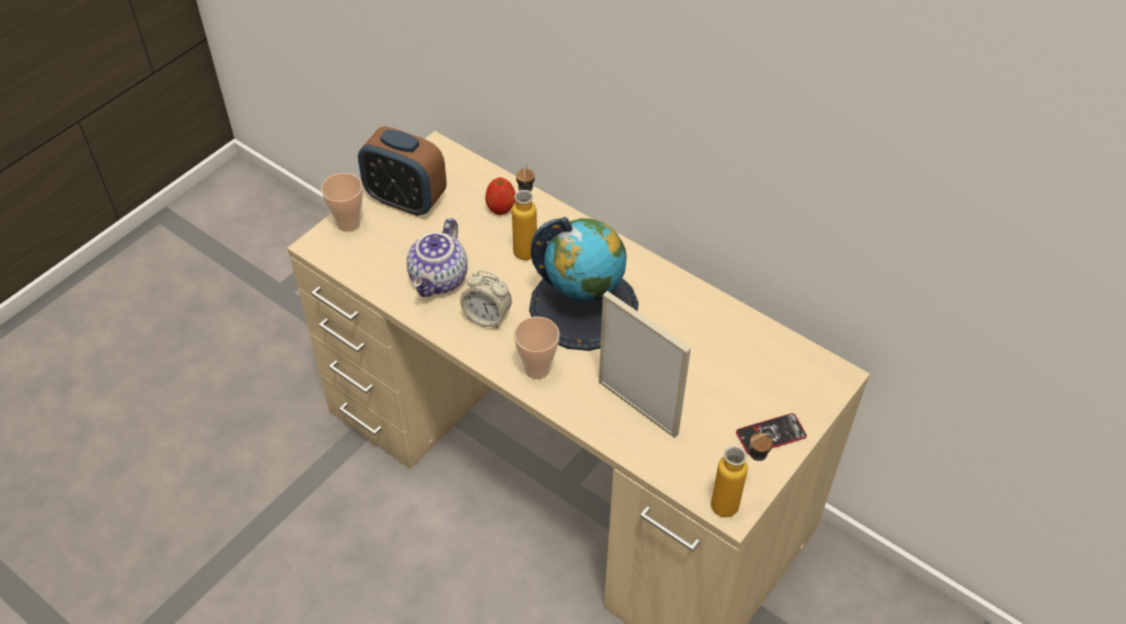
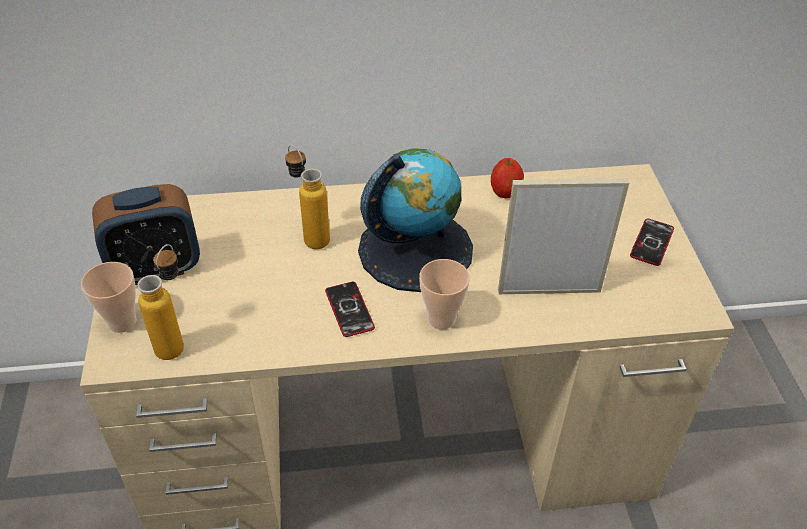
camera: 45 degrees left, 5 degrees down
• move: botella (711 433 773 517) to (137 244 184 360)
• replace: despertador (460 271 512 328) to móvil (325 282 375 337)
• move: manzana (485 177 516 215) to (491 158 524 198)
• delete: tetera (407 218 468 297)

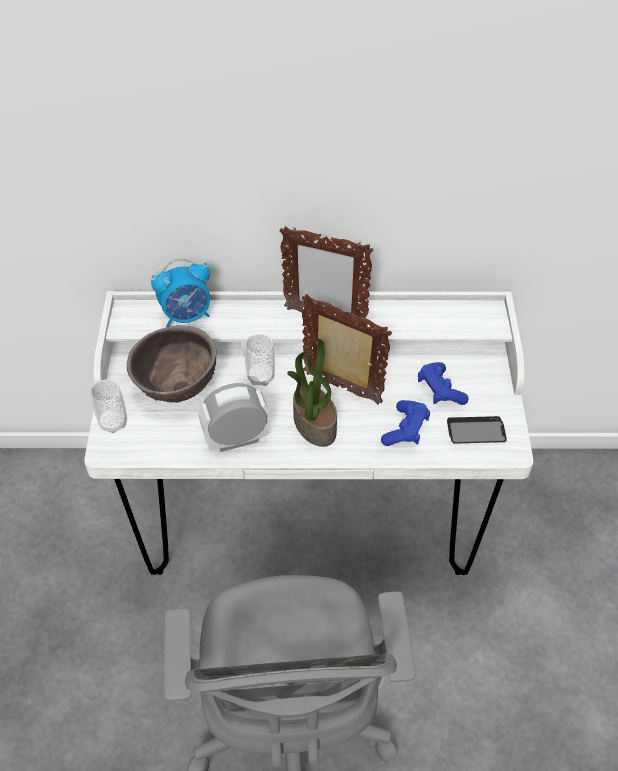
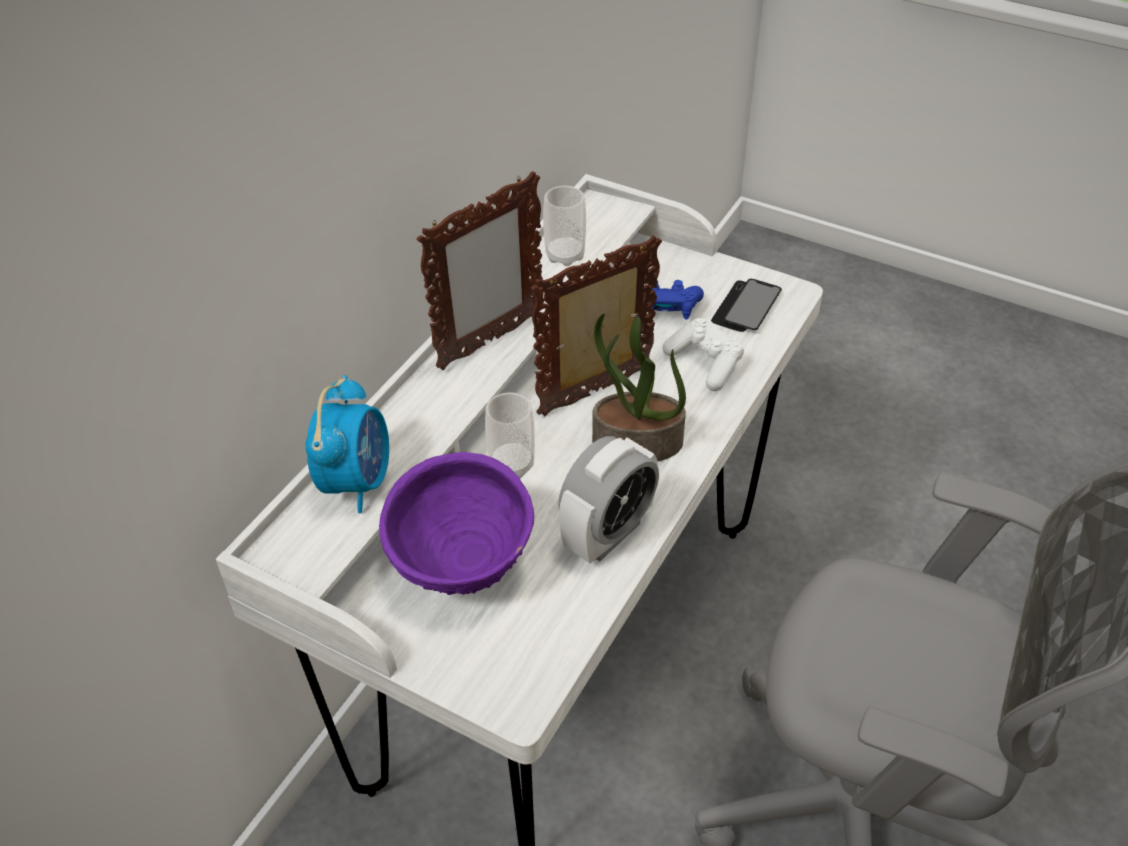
camera: 60 degrees left, 5 degrees down
• recolor: cuenco [marrón] (127 325 217 403) to cuenco [morado] (379 452 534 595)
• move: taza (90 379 127 433) to (543 186 586 266)
• rotate: despertador (199 383 271 452) = (558 436 659 563) 150 degrees counterclockwise
• recolor: mando de consola [azul] (381 400 430 446) to mando de consola [blanco] (663 318 744 391)

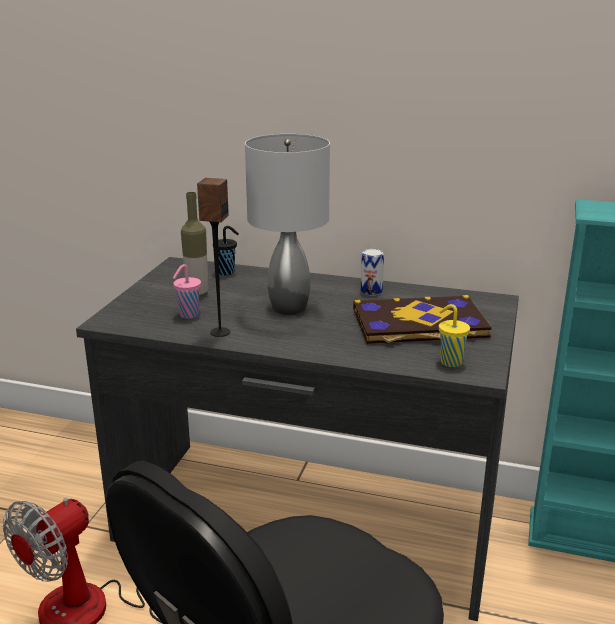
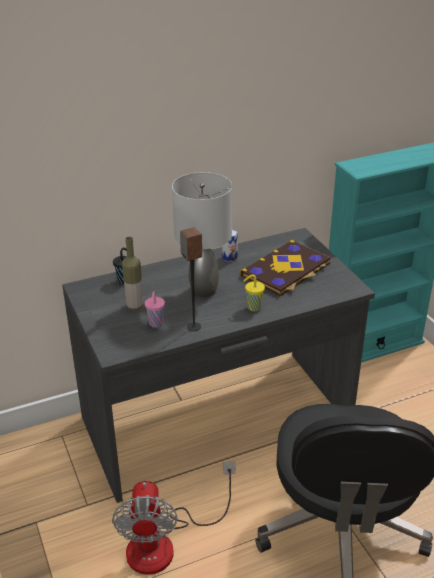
camera: 40 degrees left, 10 degrees up
• move: taza [amarillo] (439 304 470 367) to (243 275 265 311)

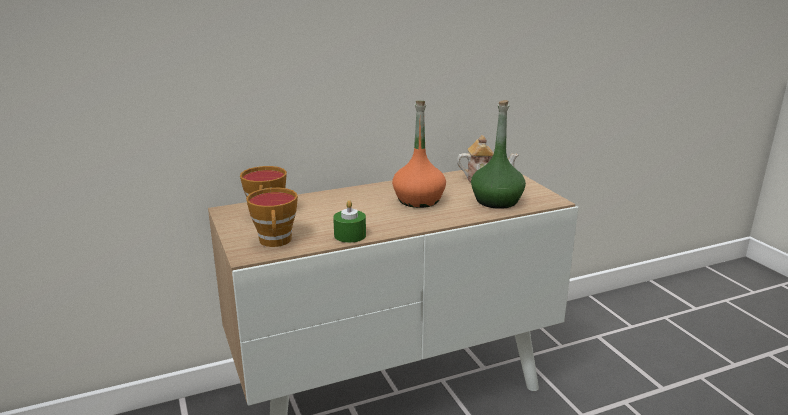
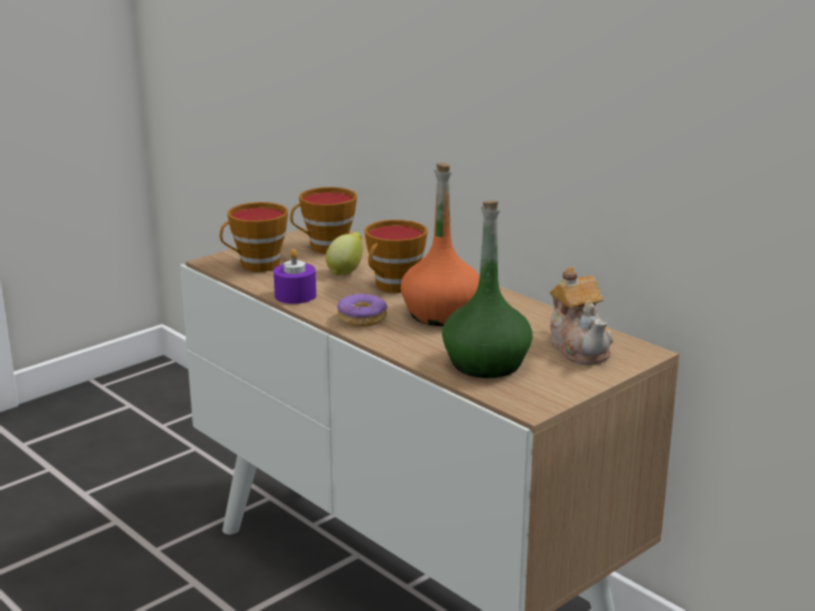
camera: 70 degrees right, 0 degrees up
• recolor: vela [verde] (333 200 366 243) to vela [morado] (274 249 316 304)
• insert: limón (326 232 363 275)
• insert: rosquilla (337 294 388 327)
• insert: taza (364 220 428 293)

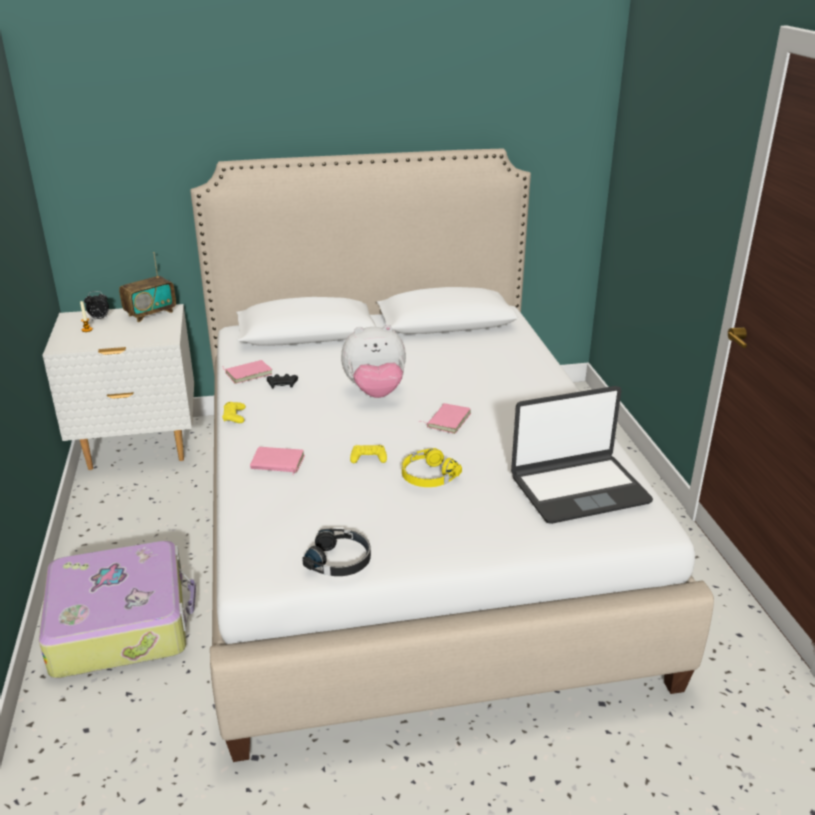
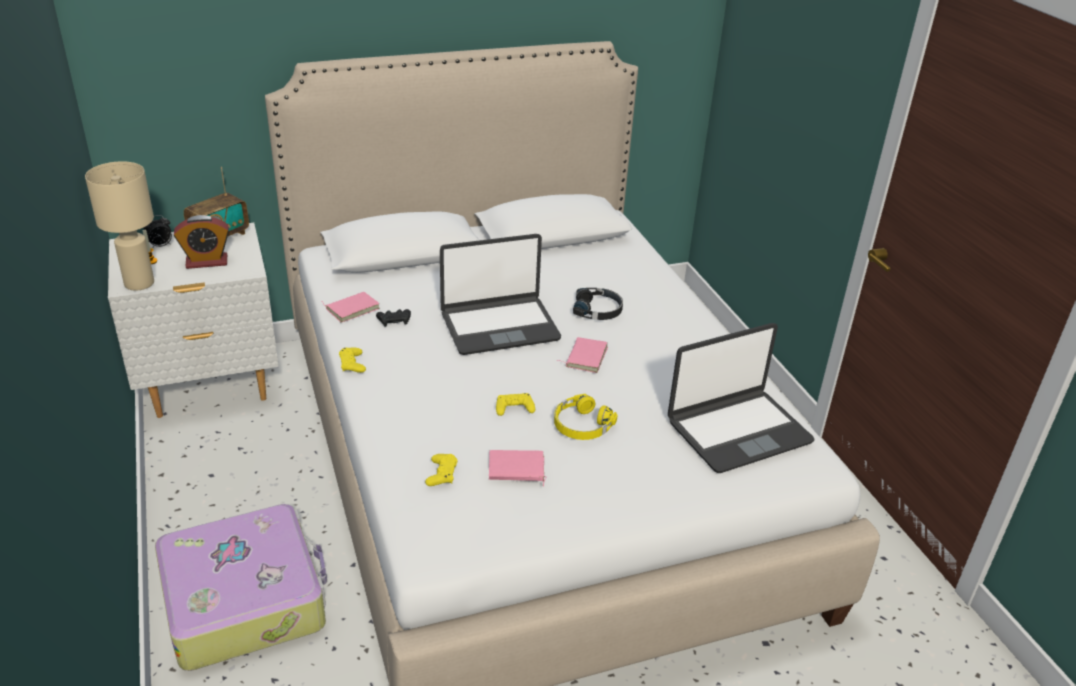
camera: 10 degrees left, 5 degrees up
• insert: lámpara de mesa [beis] (85 161 154 291)
• insert: despertador (174 215 229 269)
• insert: mando de consola [amarillo] (425 454 457 486)
• replace: peluche (341 325 406 398) to portátil (440 234 561 355)
• move: libro [rosa] (250 447 305 475) to (489 450 547 486)
• move: auriculares [negro] (302 528 371 576) to (573 288 623 320)

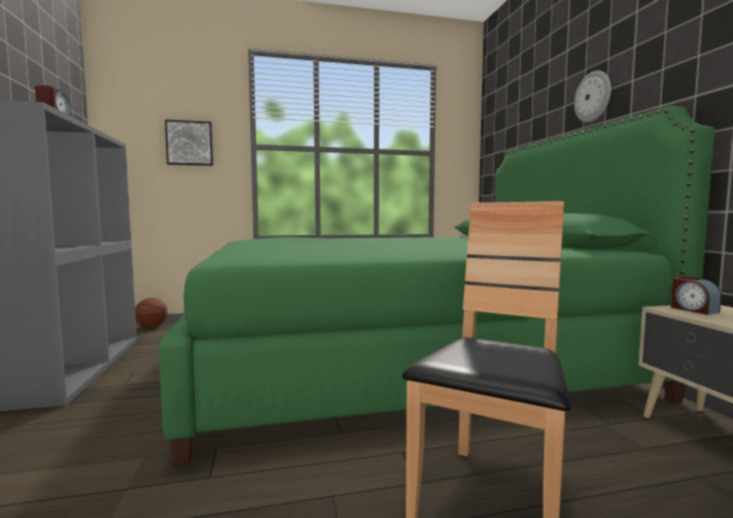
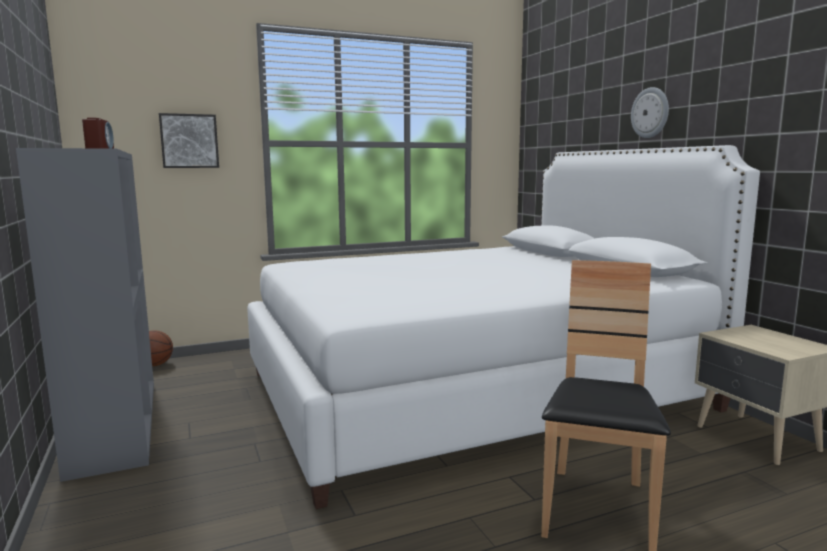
camera: 10 degrees left, 5 degrees up
• recolor: cama [verde] (158 106 715 466) to cama [blanco] (247 145 760 509)
• delete: despertador (671 276 721 315)

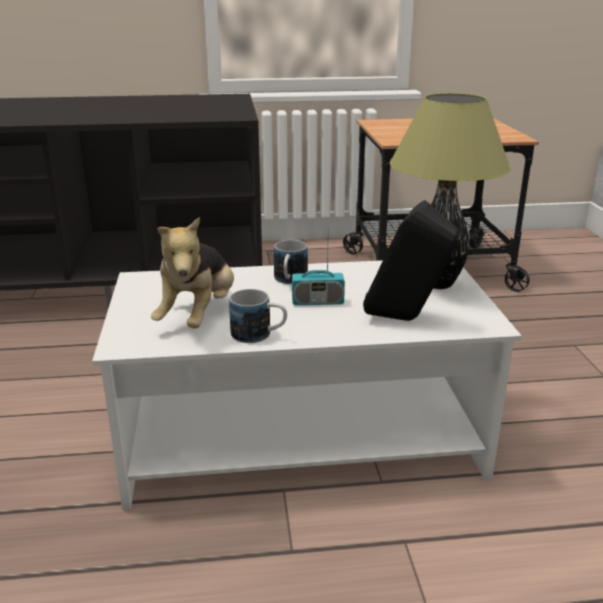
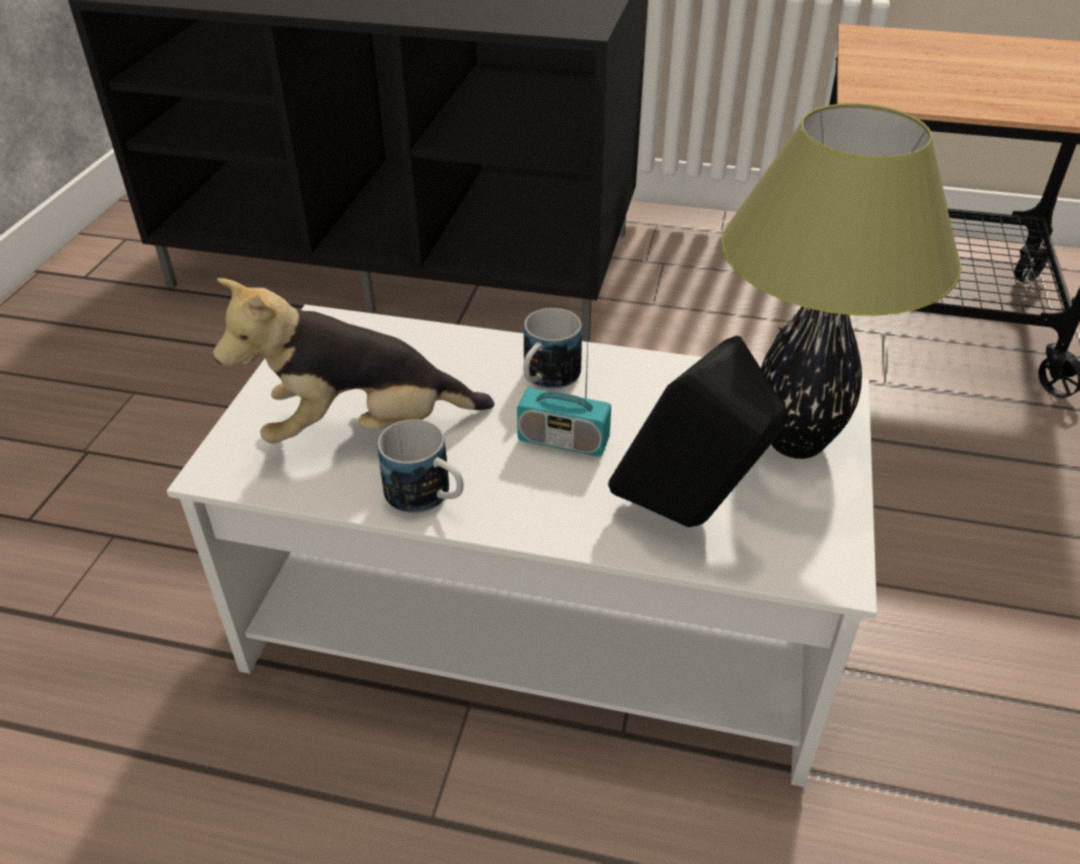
camera: 20 degrees right, 15 degrees up
• rotate: peluche (151 218 234 329) = (213 278 494 443) 45 degrees clockwise

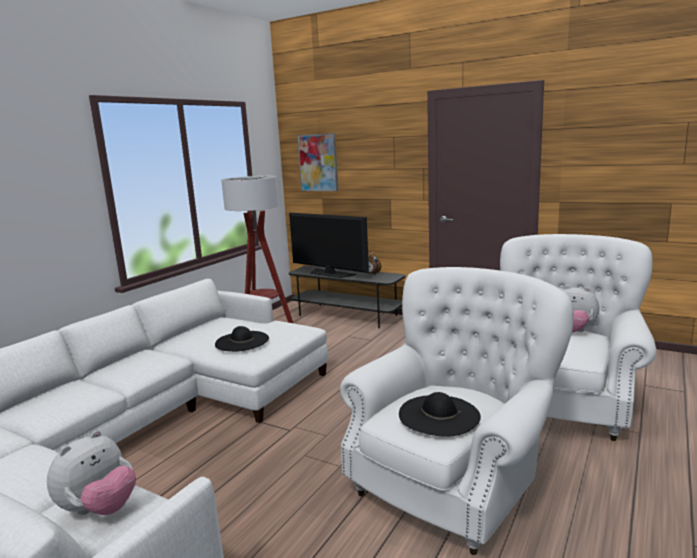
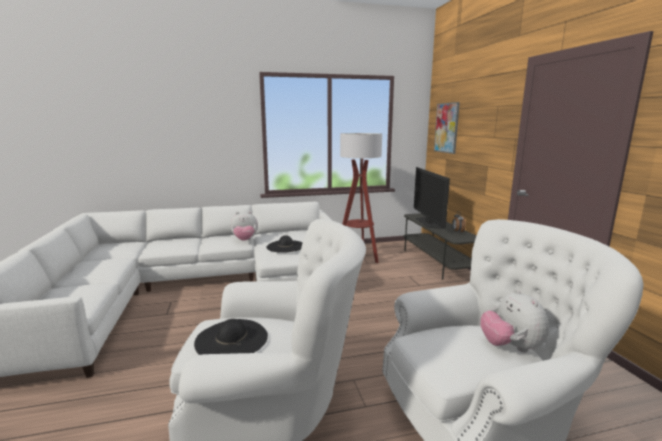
camera: 45 degrees right, 0 degrees up
• move: peluche (47 430 136 515) to (230 211 258 241)

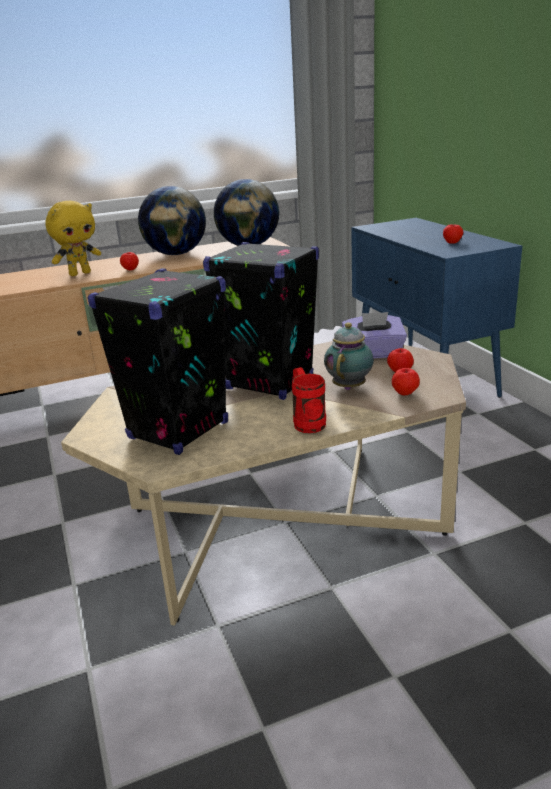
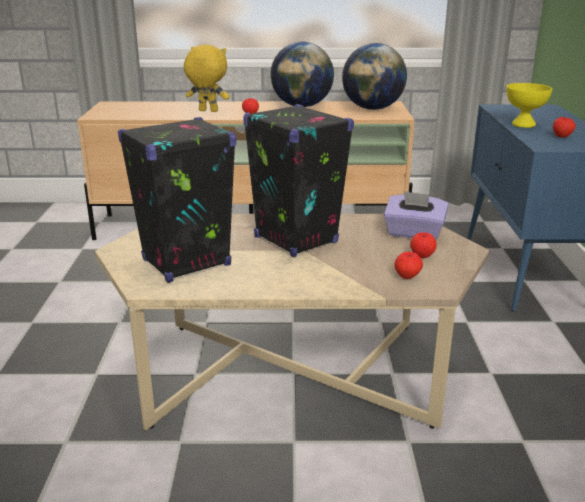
camera: 20 degrees right, 0 degrees up
• rotate: peluche [amarillo] (45 201 101 276) = (184 44 229 112) 150 degrees counterclockwise
• insert: cuenco [amarillo] (506 83 552 128)
• delete: taza grande [rojo] (292 367 326 433)
• delete: tetera (324 322 374 390)

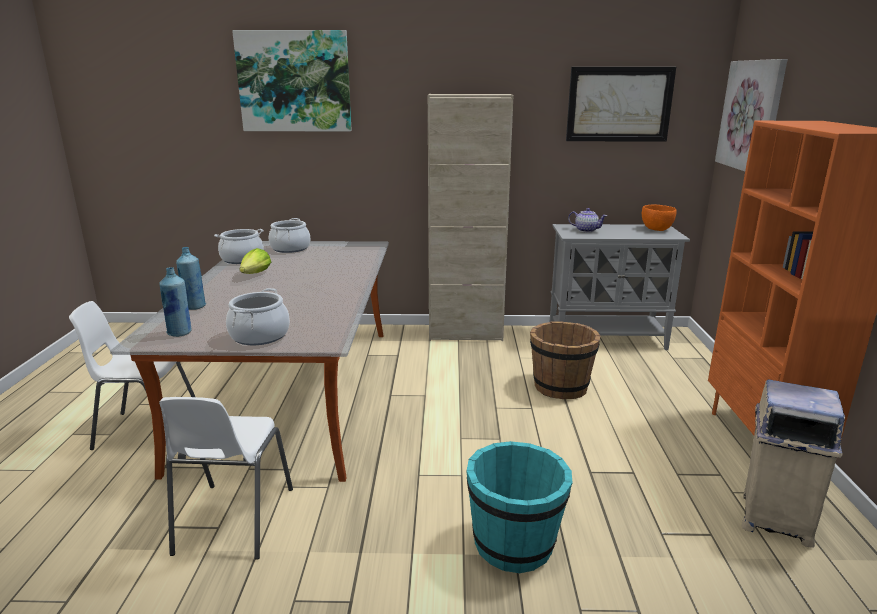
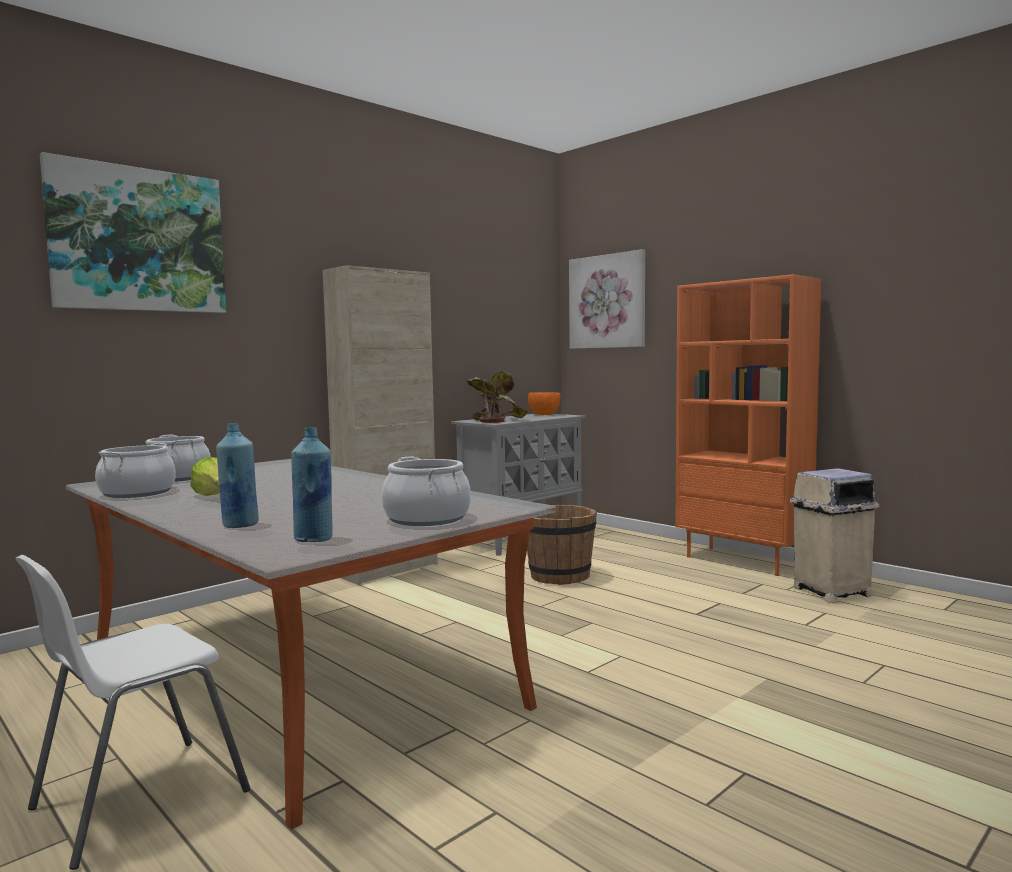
camera: 45 degrees left, 15 degrees down
• replace: tetera (568 208 607 232) to planta en maceta (467 372 528 423)
• delete: silla [blanco] (159 397 293 560)
• delete: cubo [turquesa] (466 441 572 573)
• delete: cuadro (566 67 676 142)

